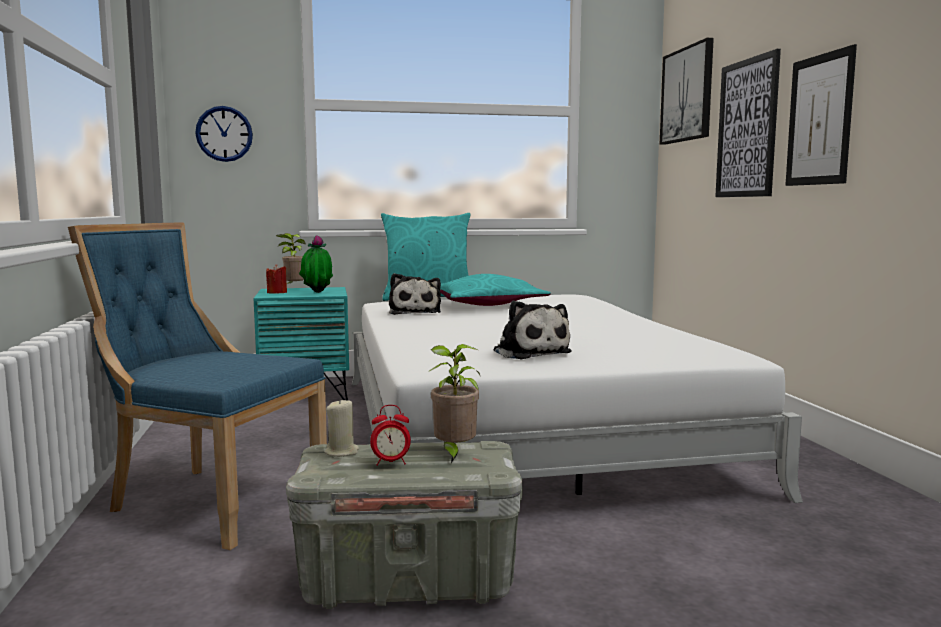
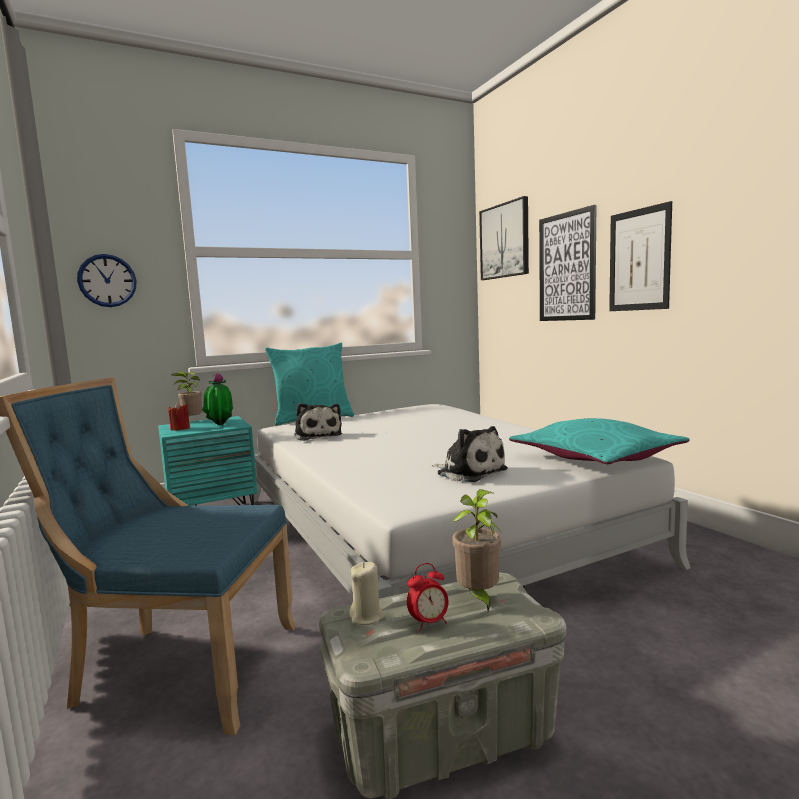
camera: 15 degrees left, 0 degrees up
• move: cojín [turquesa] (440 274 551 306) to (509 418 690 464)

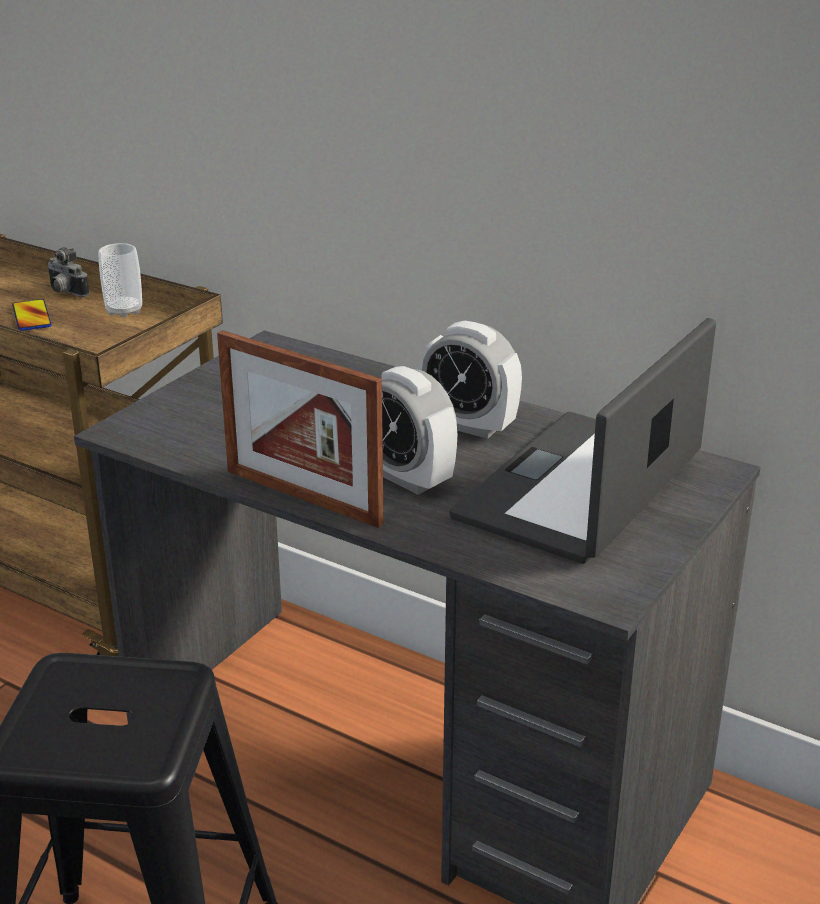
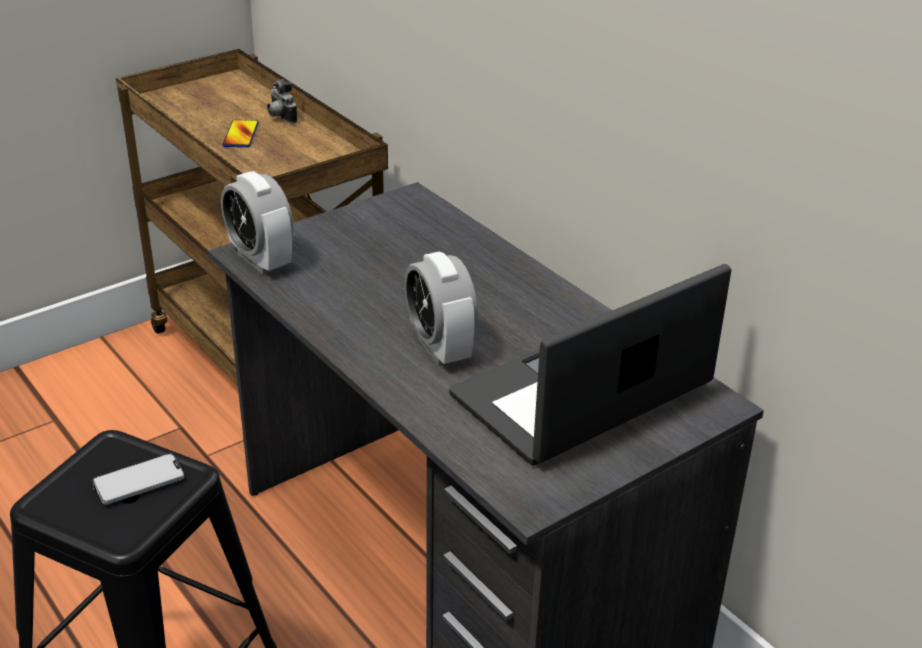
camera: 20 degrees right, 5 degrees up
• insert: móvil (93 454 184 505)
• move: despertador (419 321 522 439) to (221 172 293 275)
• delete: taza (98 243 142 318)
• delete: portarretratos (217 330 383 528)

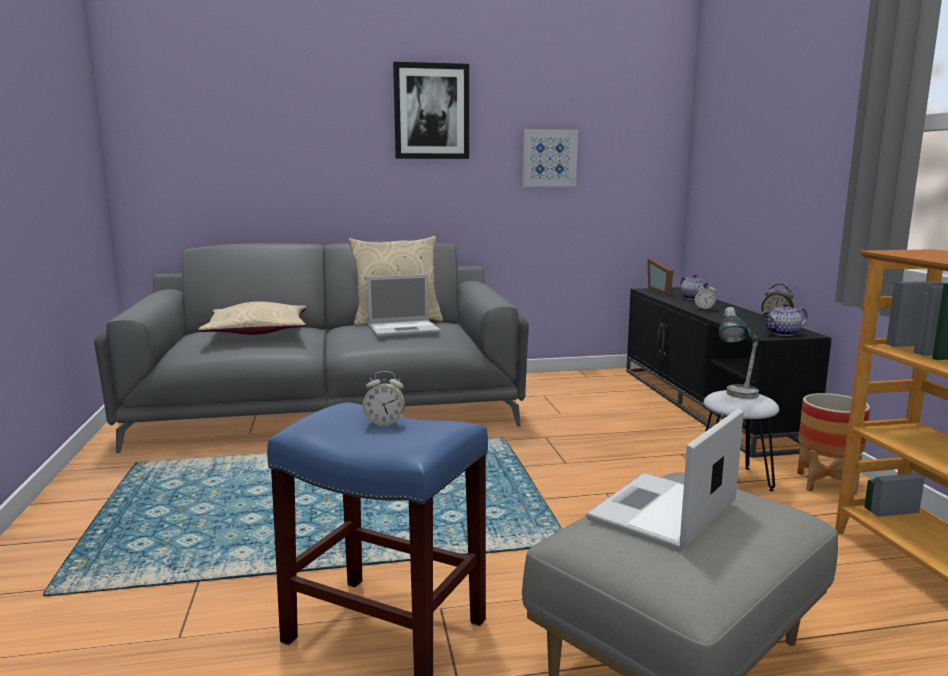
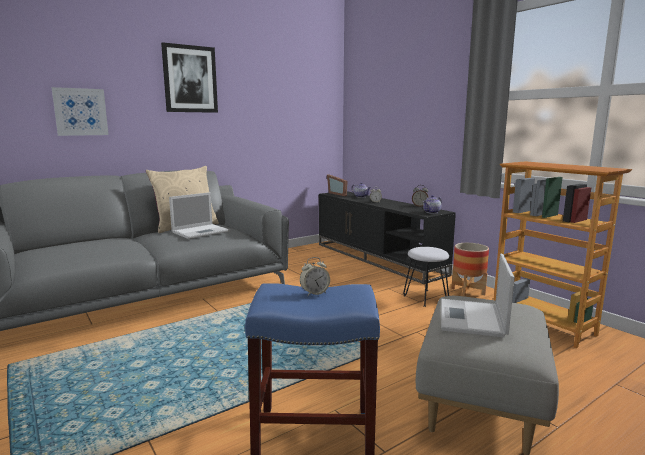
camera: 25 degrees left, 0 degrees up
• move: cuadro (522 129 578 187) to (51 87 109 136)
• delete: cojín [beis] (198 301 306 335)
• delete: lámpara de mesa (719 307 759 399)

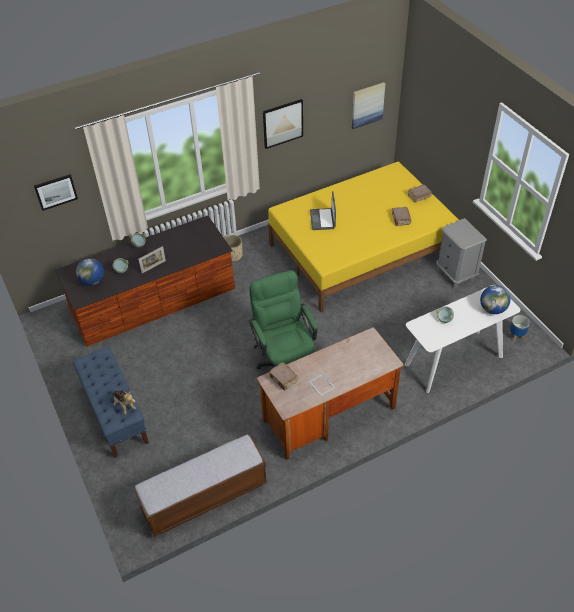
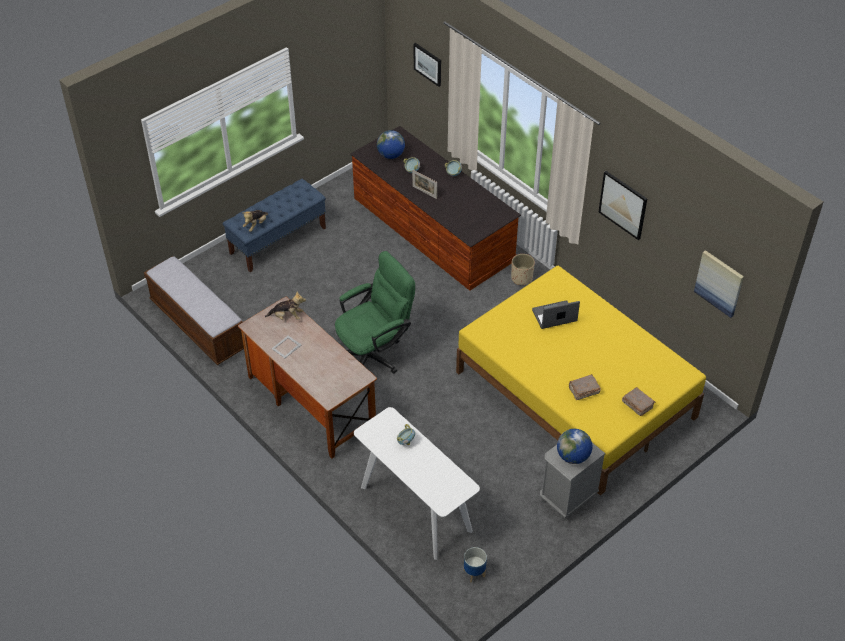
camera: 75 degrees right, 0 degrees up
• replace: libro [marrón] (268 362 298 391) to peluche (265 291 306 320)
• move: globo terráqueo (480 285 510 314) to (557 429 592 464)

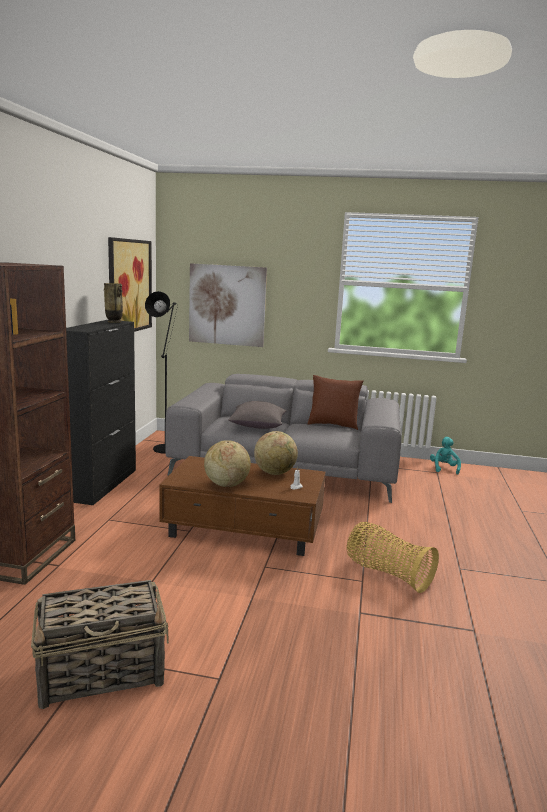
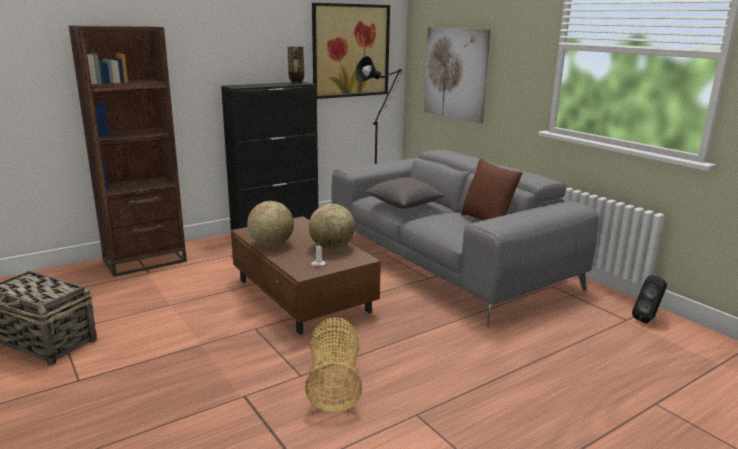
camera: 45 degrees right, 5 degrees up
• replace: peluche [turquesa] (430 437 461 475) to altavoz [negro] (632 275 667 323)

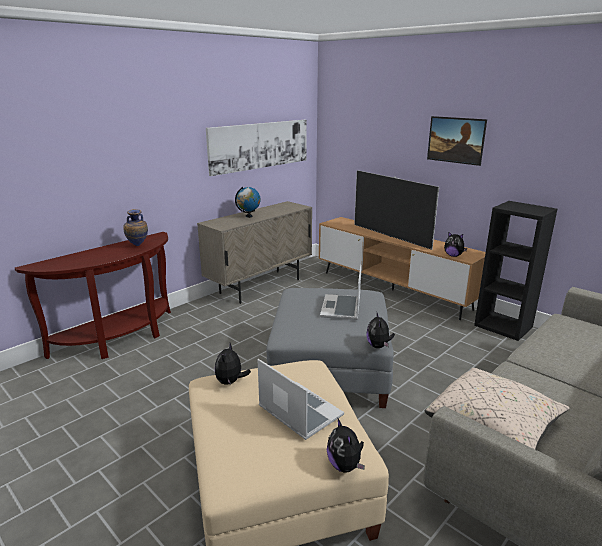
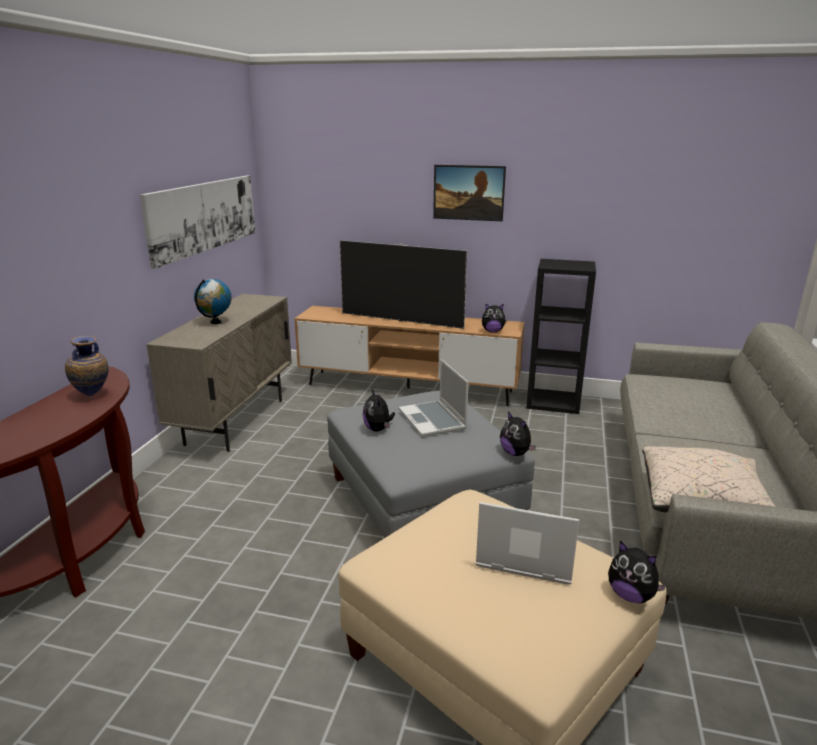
camera: 30 degrees left, 0 degrees up
• move: peluche (215 343 251 385) to (363 389 395 432)

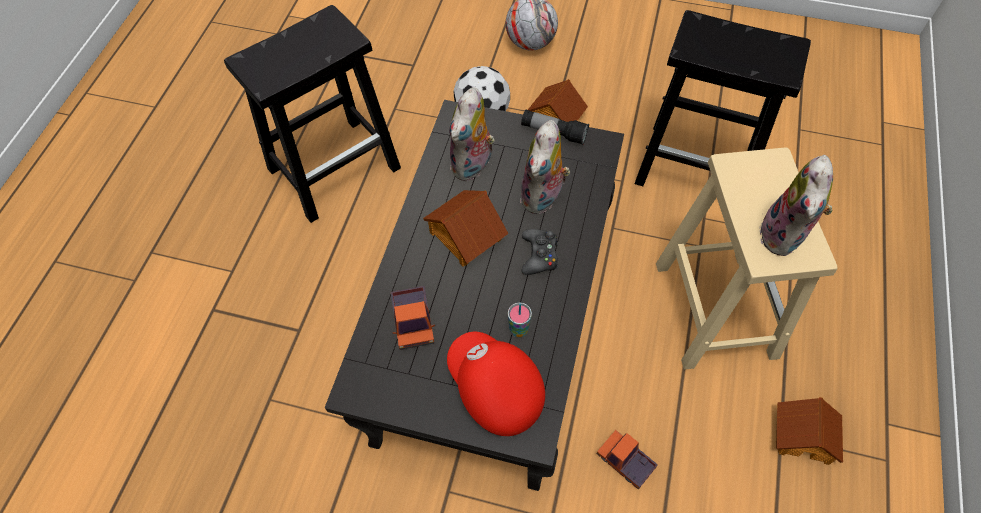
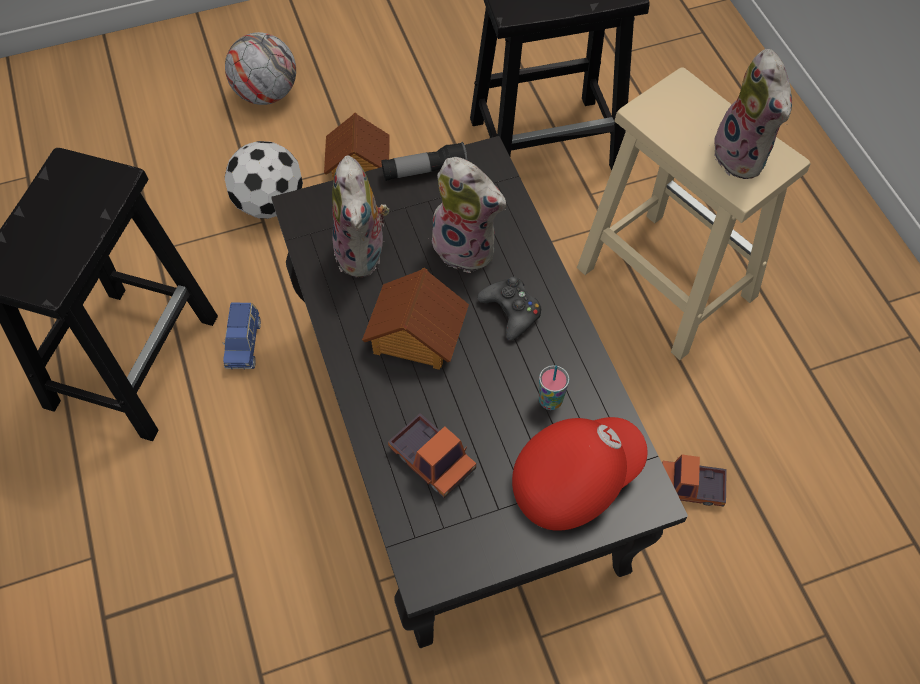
camera: 35 degrees left, 0 degrees up
• insert: coche de juguete [azul] (222 303 261 370)
• rotate: peluche (520 120 570 214) = (432 157 506 273) 45 degrees counterclockwise
• rotate: gorra [rojo] (447 332 545 436) = (512 417 647 531) 135 degrees clockwise
• delete: casita (776 397 843 465)

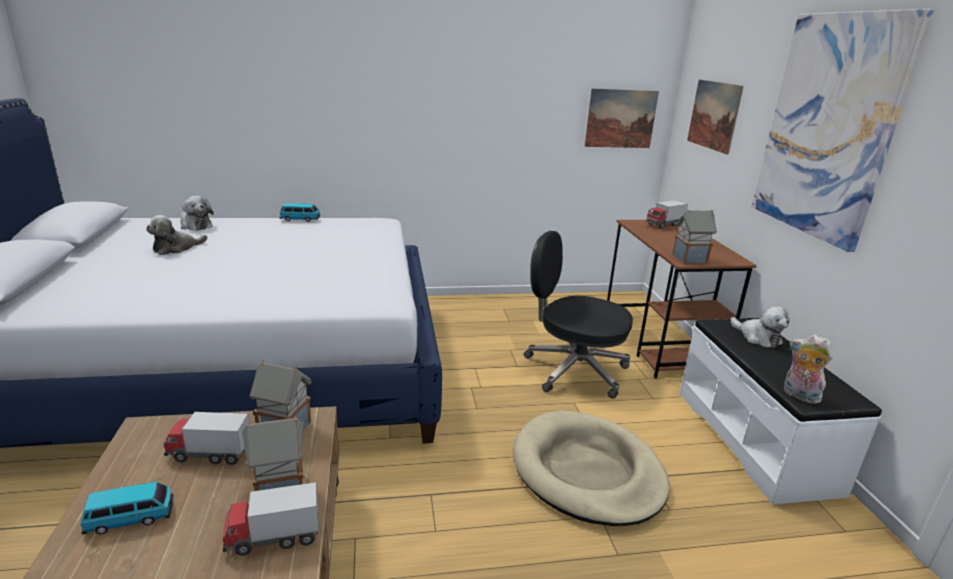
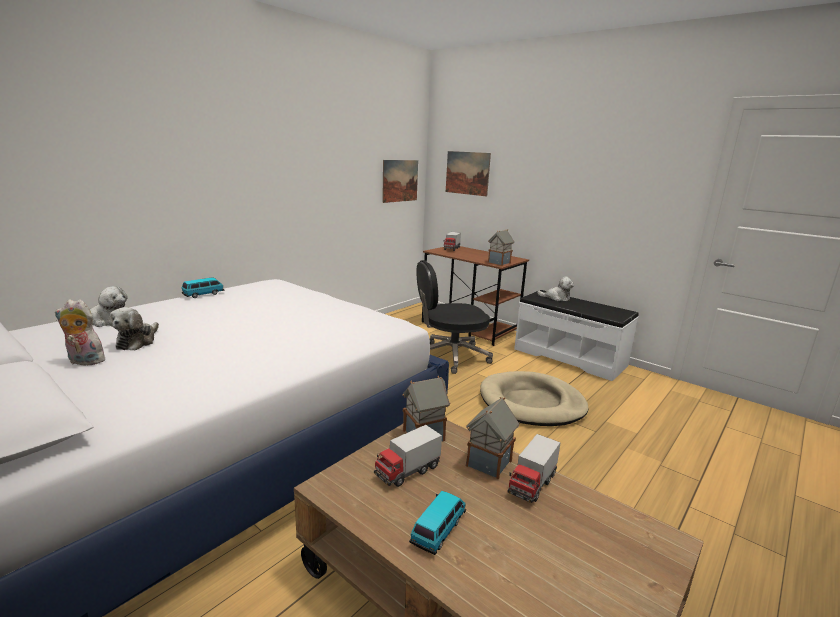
camera: 40 degrees left, 5 degrees down
• move: peluche (784 334 833 404) to (55 299 107 365)
• delete: cuadro (751 9 934 252)

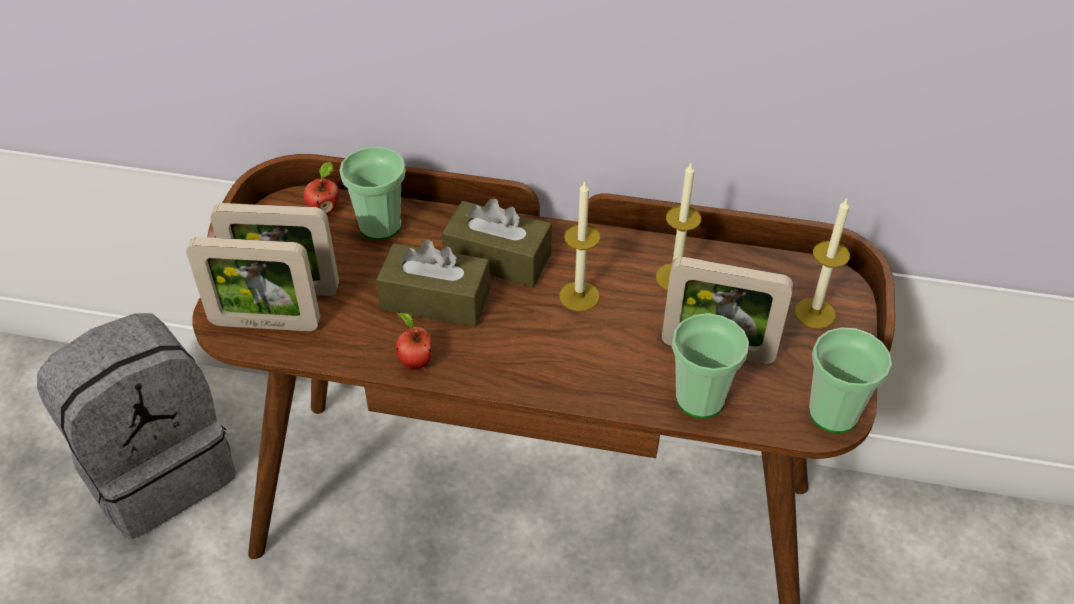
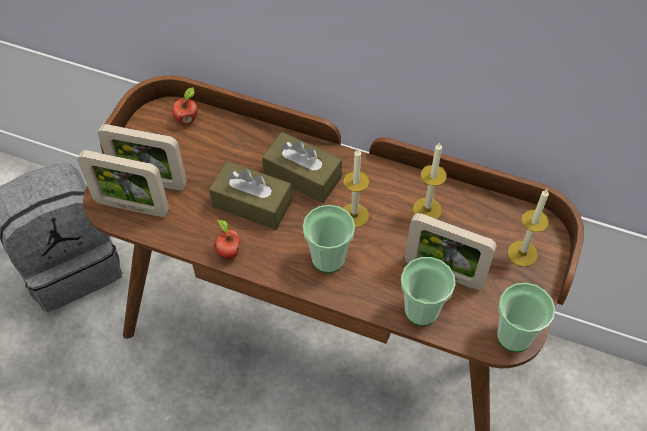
camera: 10 degrees right, 10 degrees up
• move: taza (339 147 406 240) to (303 205 355 273)

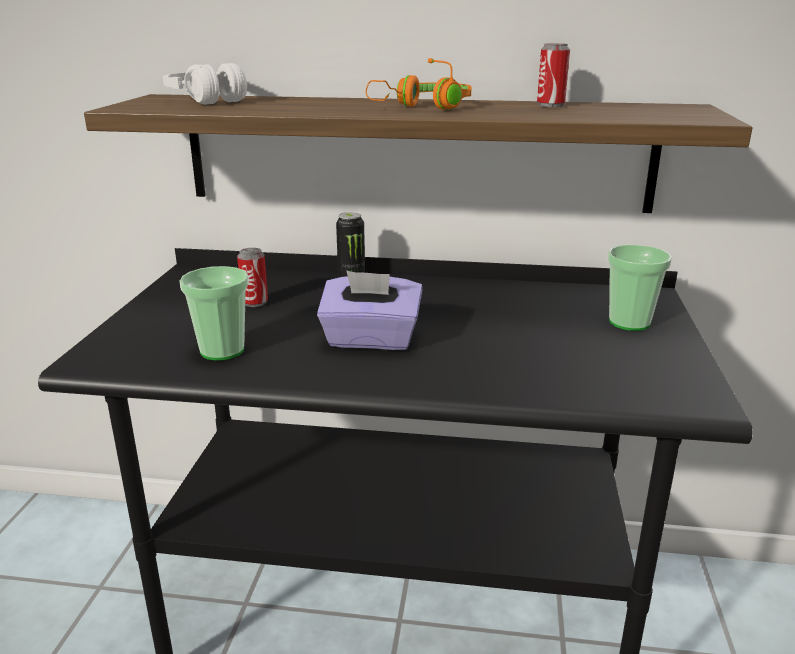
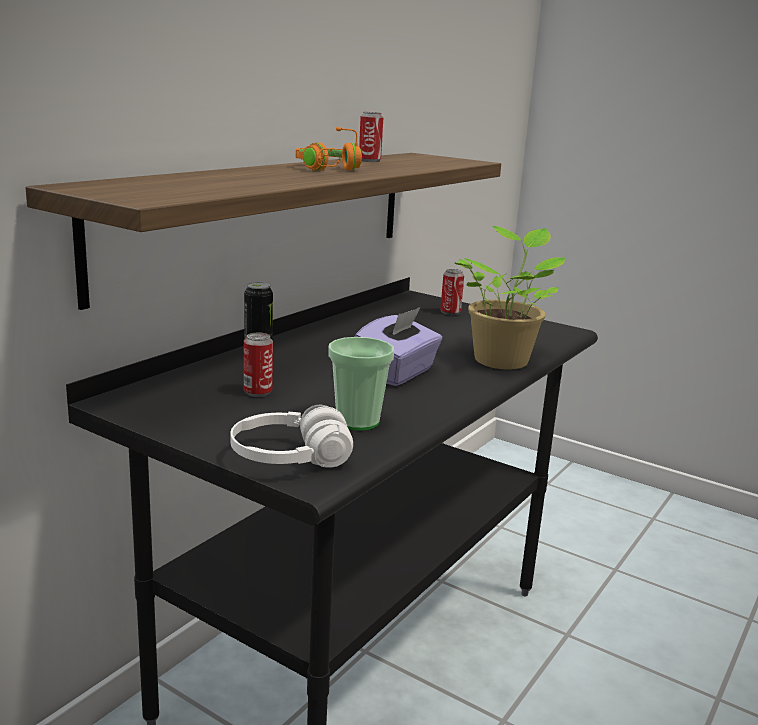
camera: 65 degrees left, 5 degrees down
• move: auriculares [blanco] (163 62 247 105) to (231 405 353 468)
• replace: taza (607 245 672 331) to lata (440 269 464 315)
• insert: planta en maceta (455 226 566 370)

